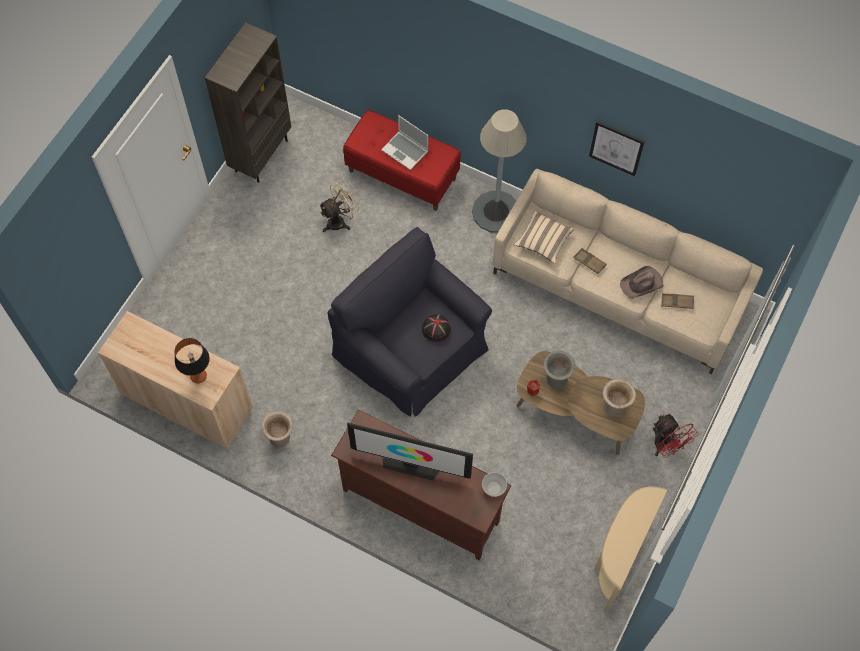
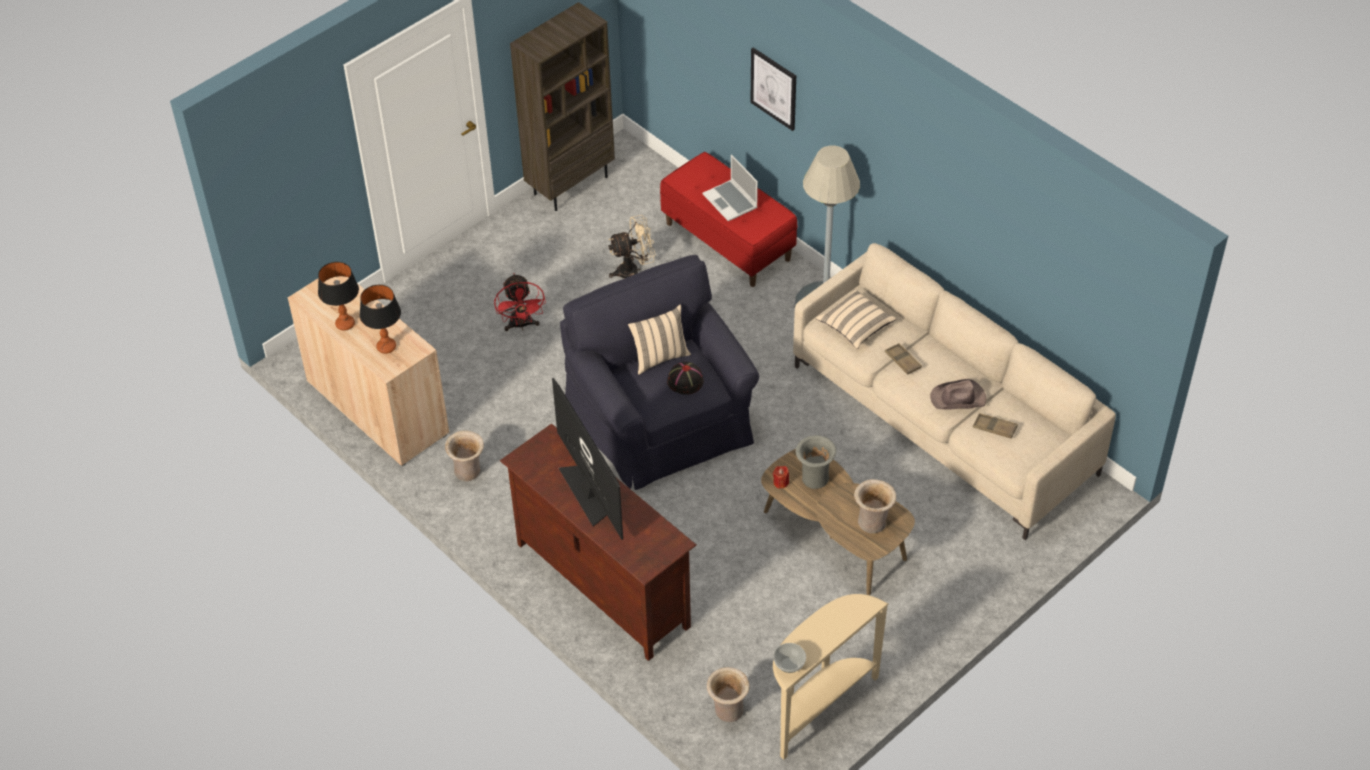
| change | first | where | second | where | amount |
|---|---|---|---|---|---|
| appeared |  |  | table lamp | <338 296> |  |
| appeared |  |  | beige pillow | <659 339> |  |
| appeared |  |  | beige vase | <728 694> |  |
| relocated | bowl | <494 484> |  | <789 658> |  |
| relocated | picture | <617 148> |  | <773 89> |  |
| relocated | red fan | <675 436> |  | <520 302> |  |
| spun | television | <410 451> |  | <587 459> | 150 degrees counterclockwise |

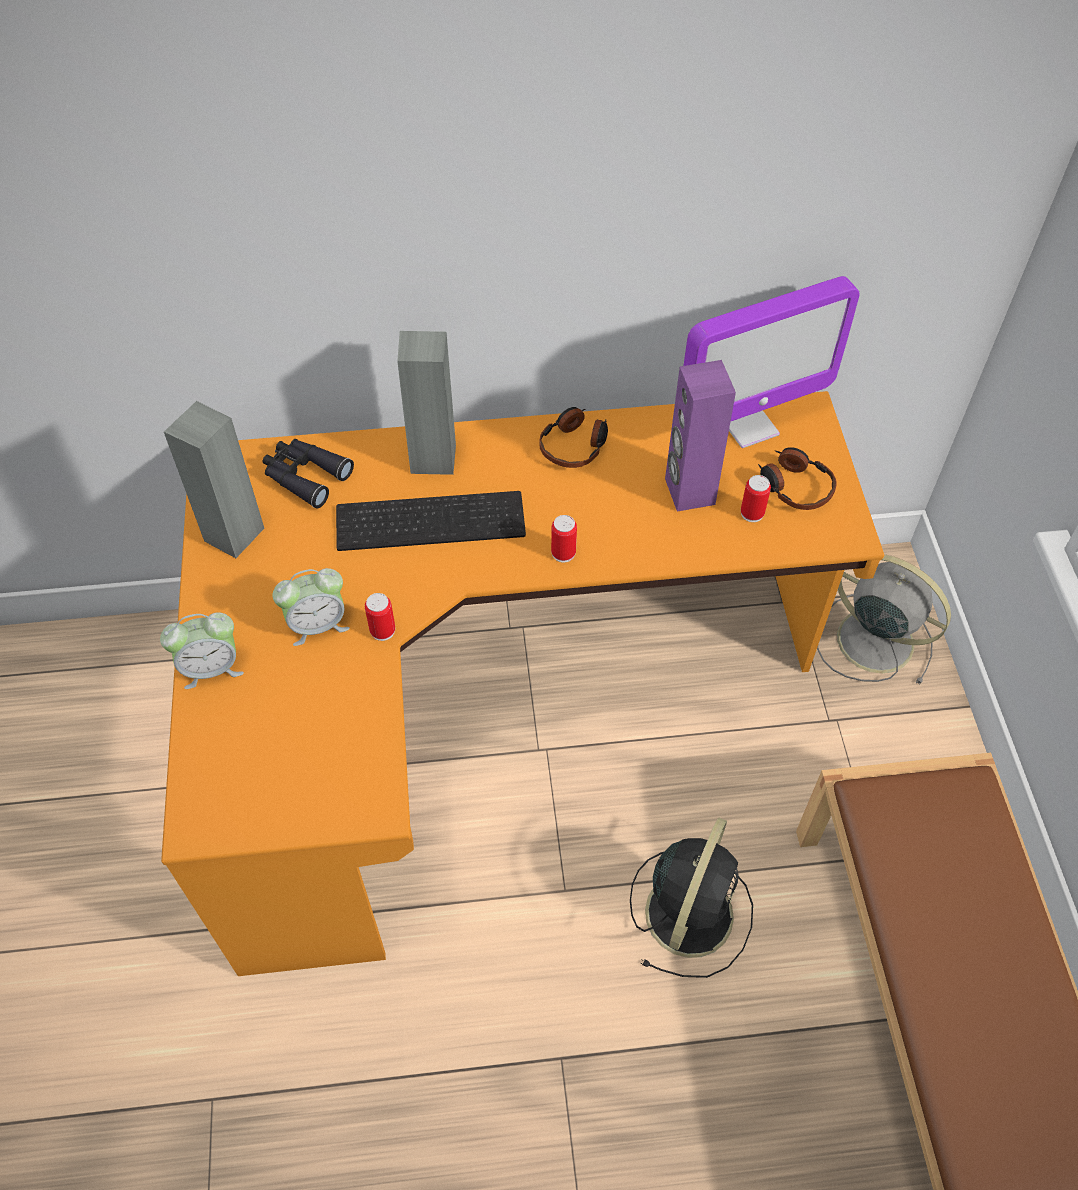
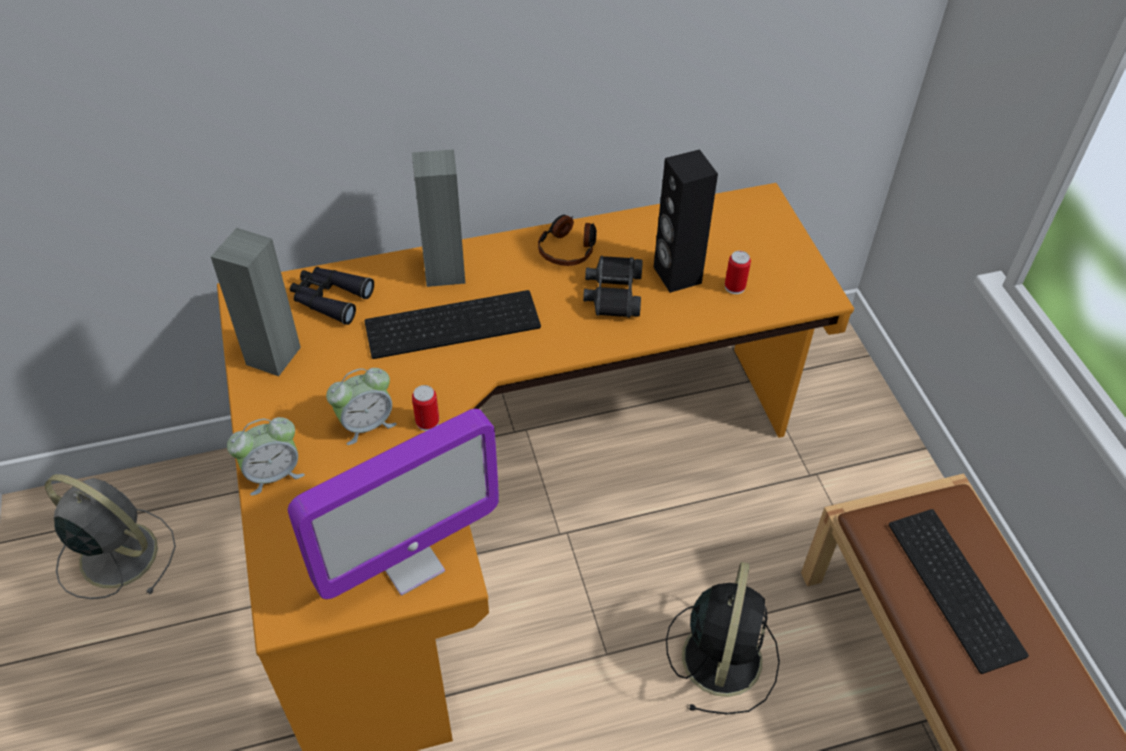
| change | first | where | second | where | amount |
|---|---|---|---|---|---|
| missing | can | <564 538> |  |  |  |
| missing | headphones | <797 478> |  |  |  |
| appeared |  |  | black binoculars | <613 287> |  |
| appeared |  |  | keyboard | <959 591> |  |
| relocated | monitor | <771 362> |  | <393 504> |  |
| relocated | grey fan | <884 619> |  | <110 536> |  |
| colour | purple speaker | <700 436> | black speaker | <686 221> |  |

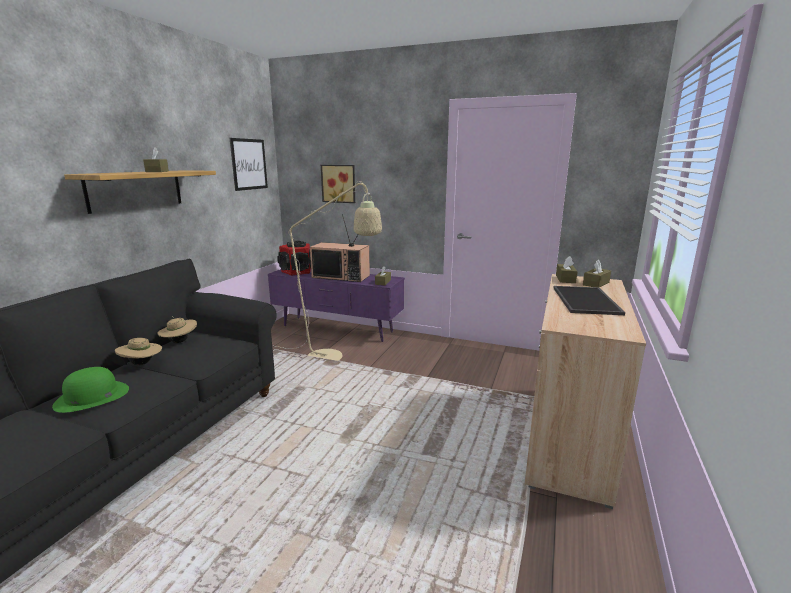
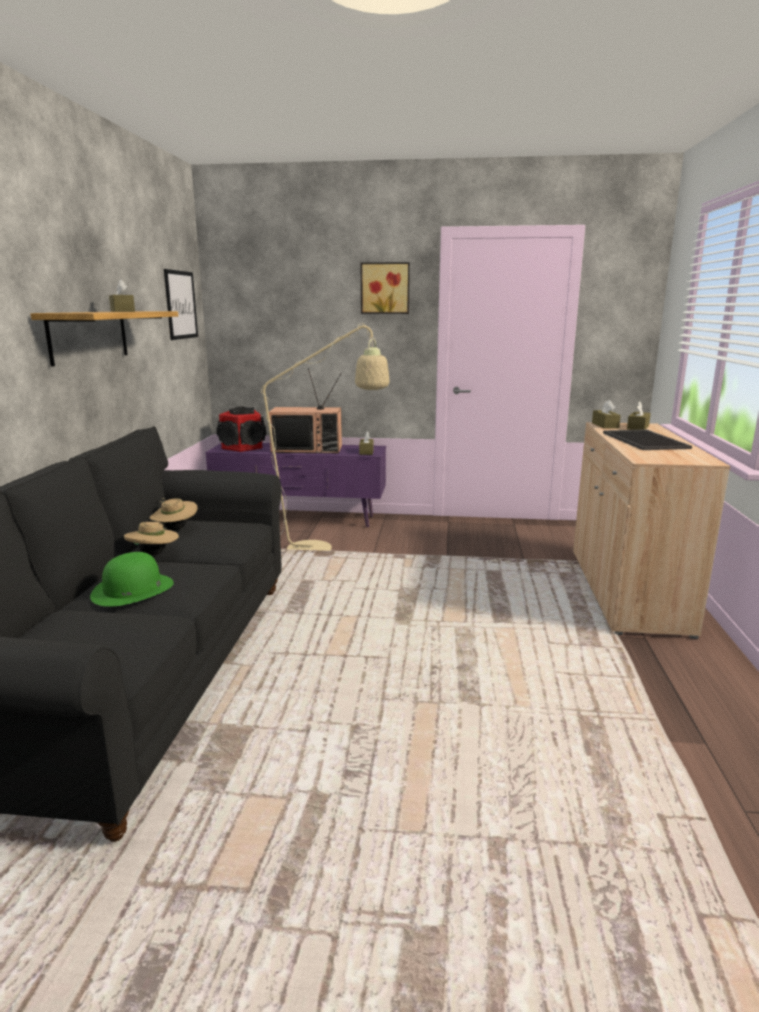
| change | first | where | second | where | amount |
|---|---|---|---|---|---|
| relocated | picture | <338 184> |  | <385 288> |  |

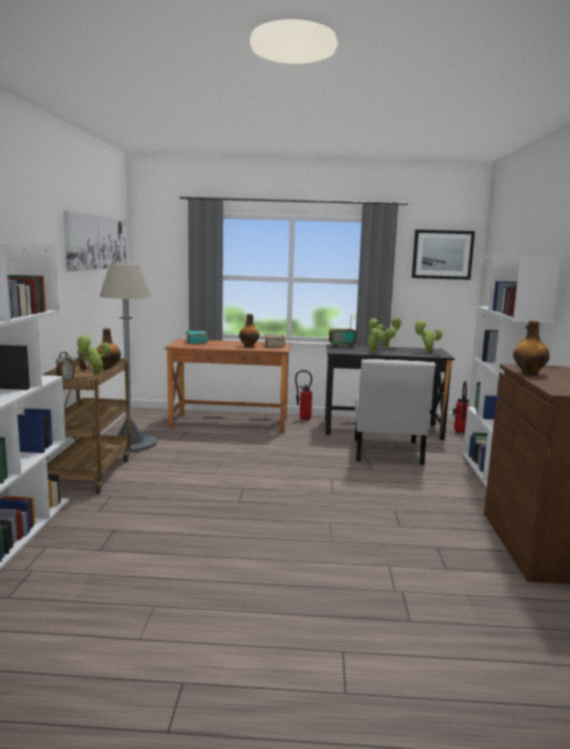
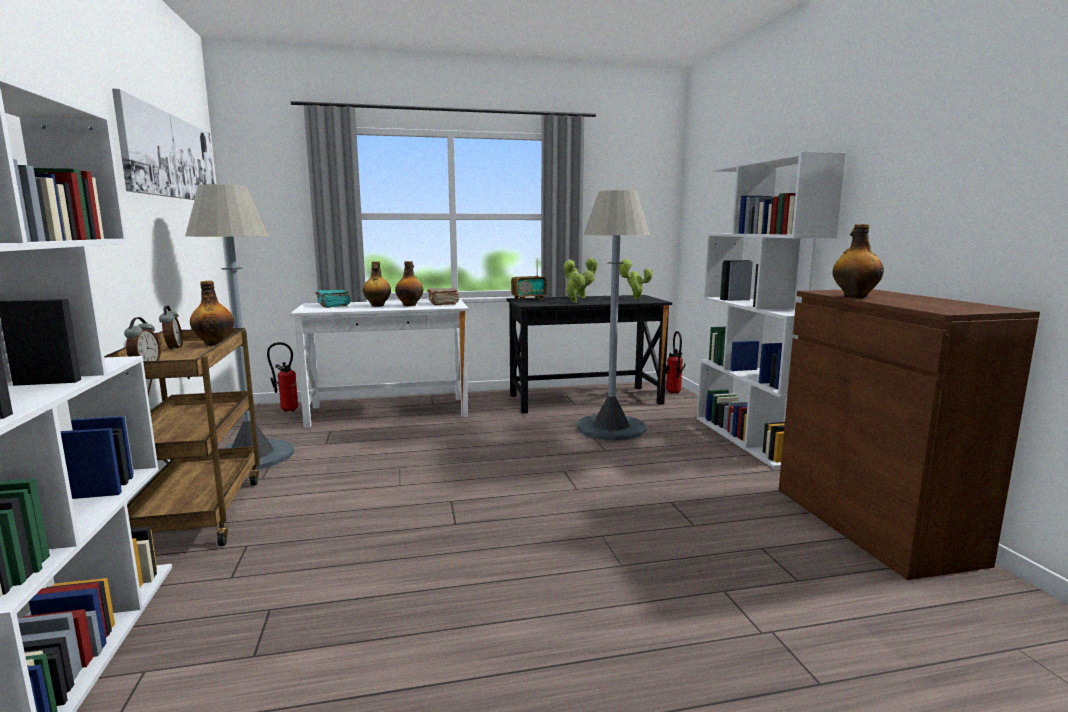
| change | first | where | second | where | amount |
|---|---|---|---|---|---|
| missing | potted plant | <93 355> |  |  |  |
| missing | picture | <443 255> |  |  |  |
| appeared |  |  | bottle | <377 284> |  |
| relocated | fire extinguisher | <303 395> |  | <282 377> |  |
| exchanged | white chair | <395 412> | grey floor lamp | <613 315> |  |
| colour | brown desk | <228 386> | white desk | <379 363> |  |

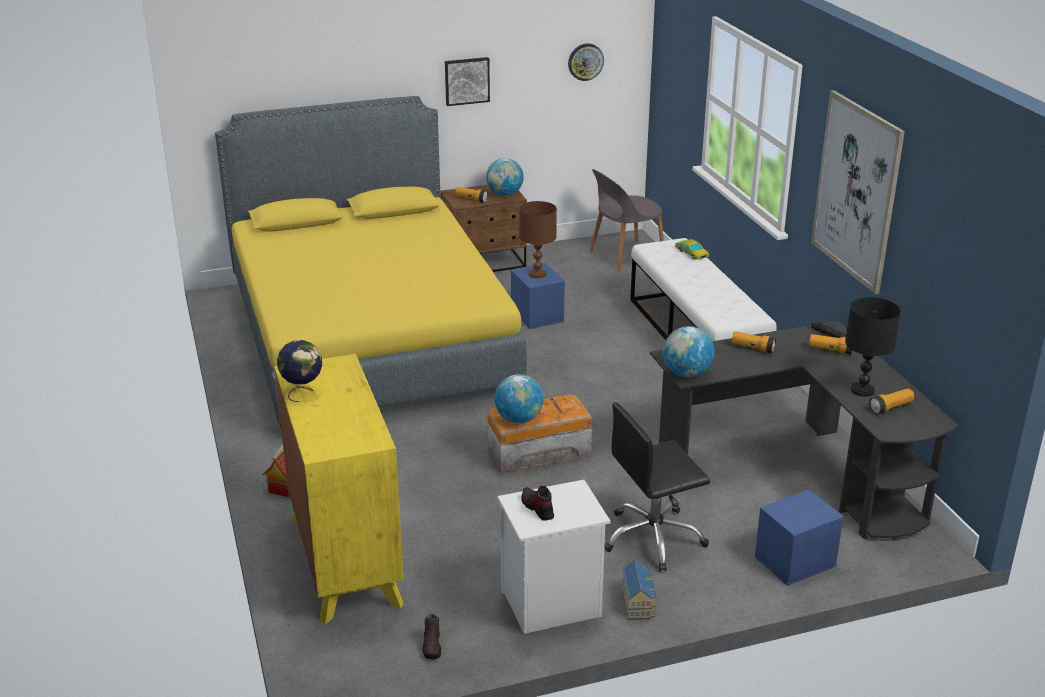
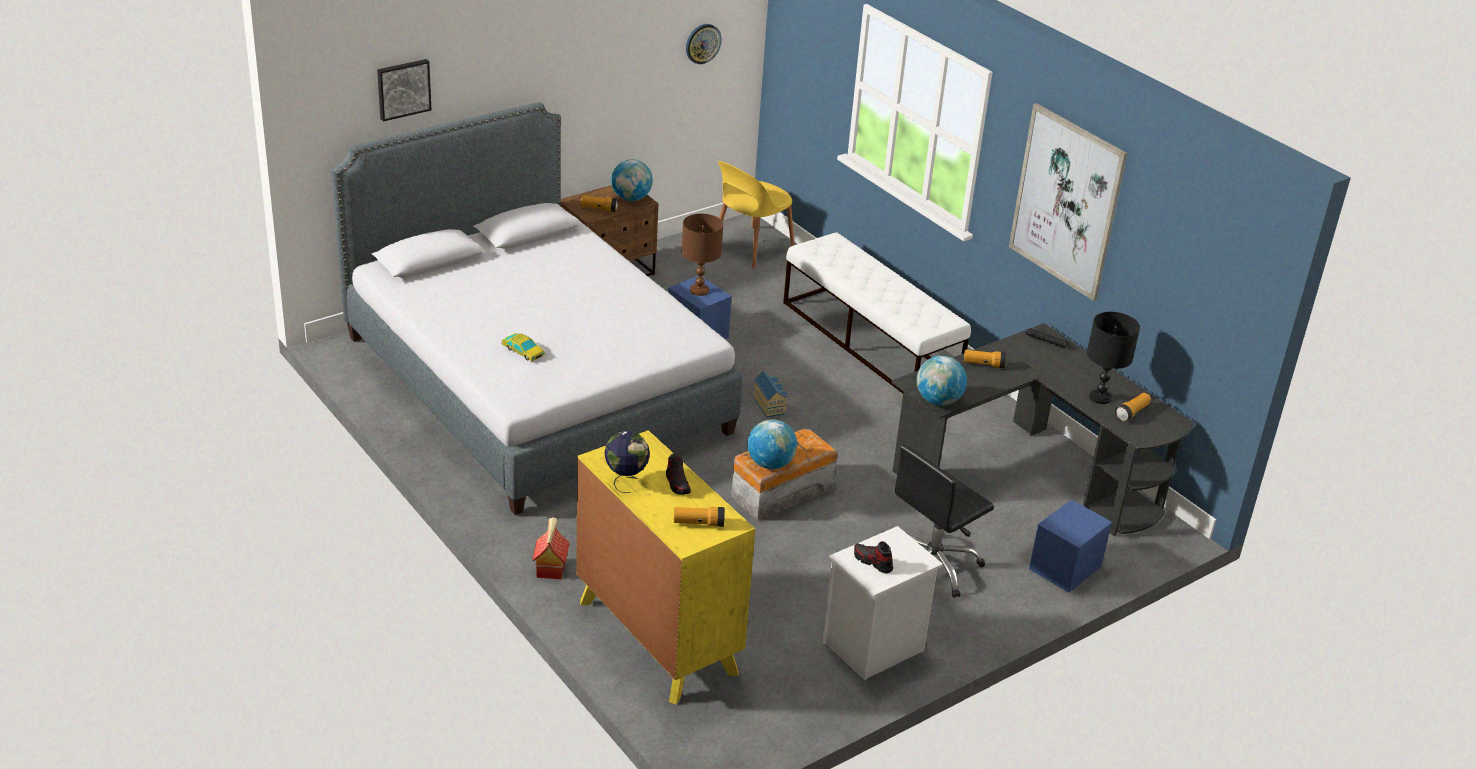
| change | first | where | second | where | amount |
|---|---|---|---|---|---|
| relocated | shoe | <431 636> |  | <678 474> |  |
| relocated | picture | <467 81> |  | <404 90> |  |
| relocated | toy house | <639 589> |  | <770 394> |  |
| relocated | toy car | <692 249> |  | <523 347> |  |
| relocated | flashlight | <830 344> |  | <699 517> |  |
| colour | yellow bed | <371 261> | grey bed | <536 308> |  |
| colour | grey chair | <626 220> | yellow chair | <756 214> |  |

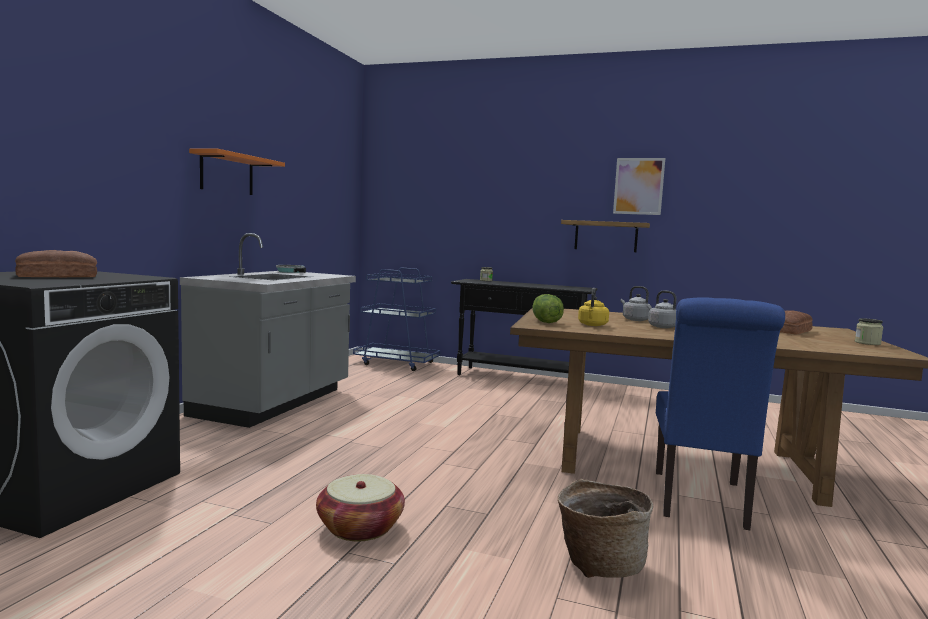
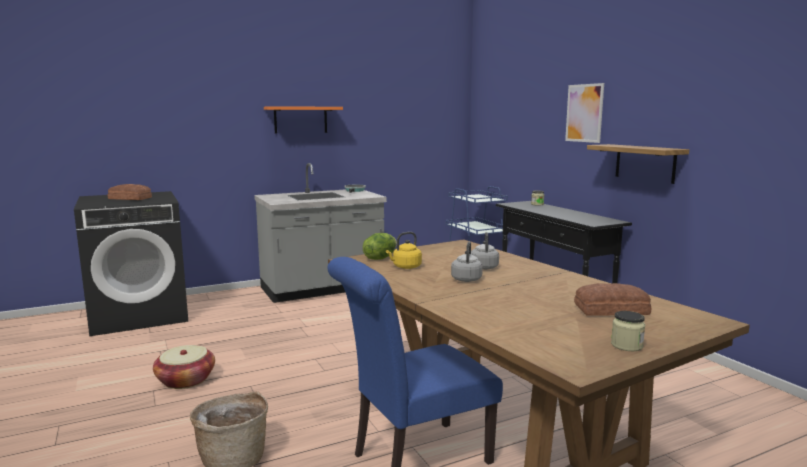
| change | first | where | second | where | amount |
|---|---|---|---|---|---|
| relocated | picture | <639 186> |  | <584 113> |  |

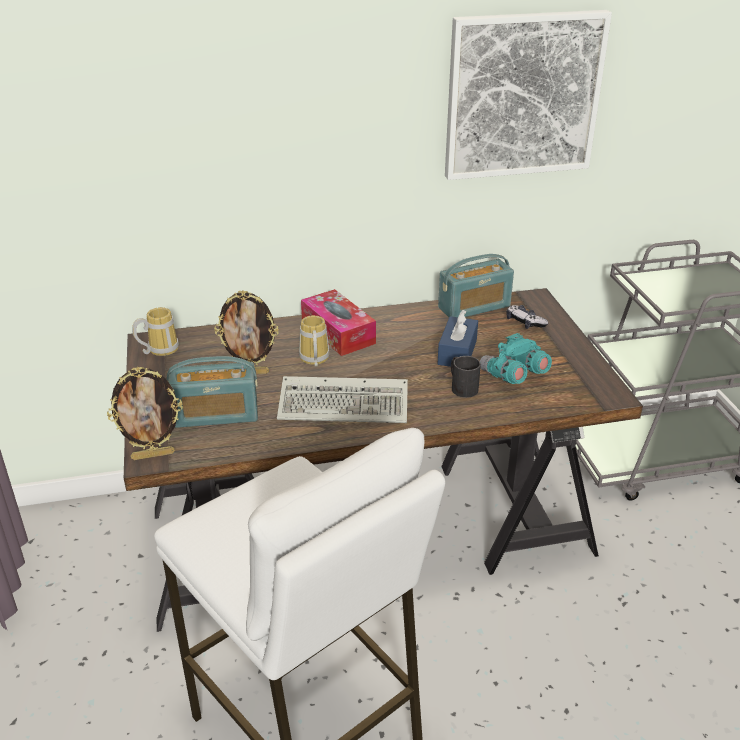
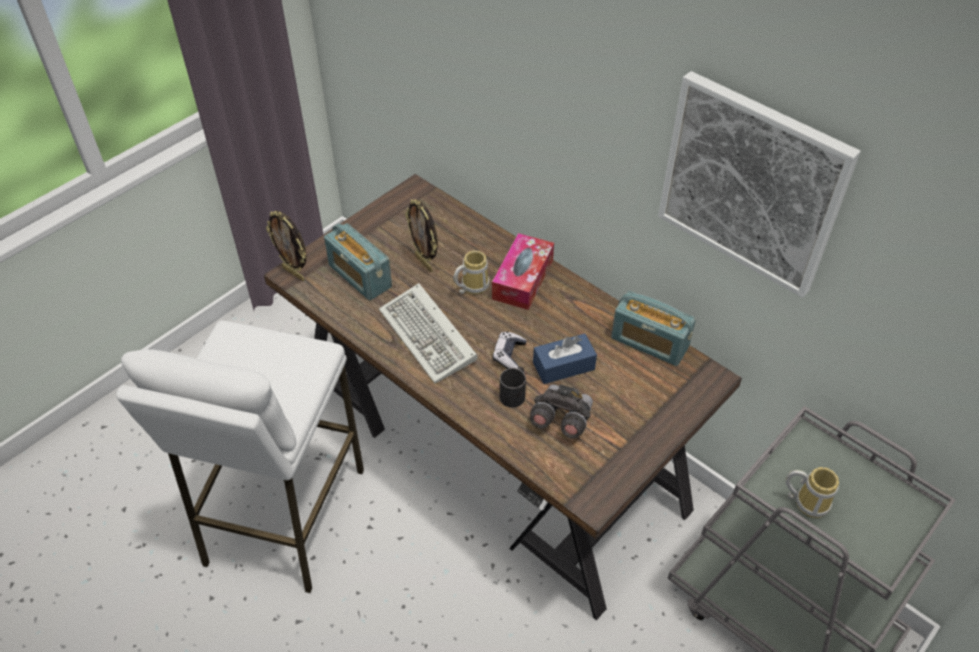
| change | first | where | second | where | amount |
|---|---|---|---|---|---|
| relocated | mug | <155 331> |  | <812 492> |  |
| relocated | game controller | <527 317> |  | <510 350> |  |
| colour | turquoise binoculars | <516 358> | grey binoculars | <561 411> |  |

